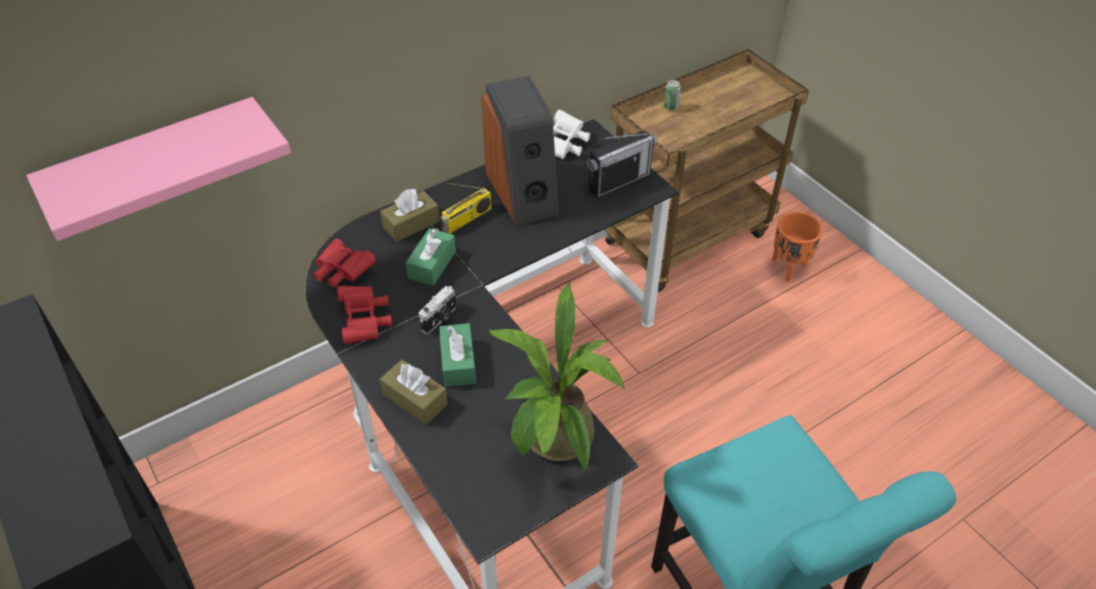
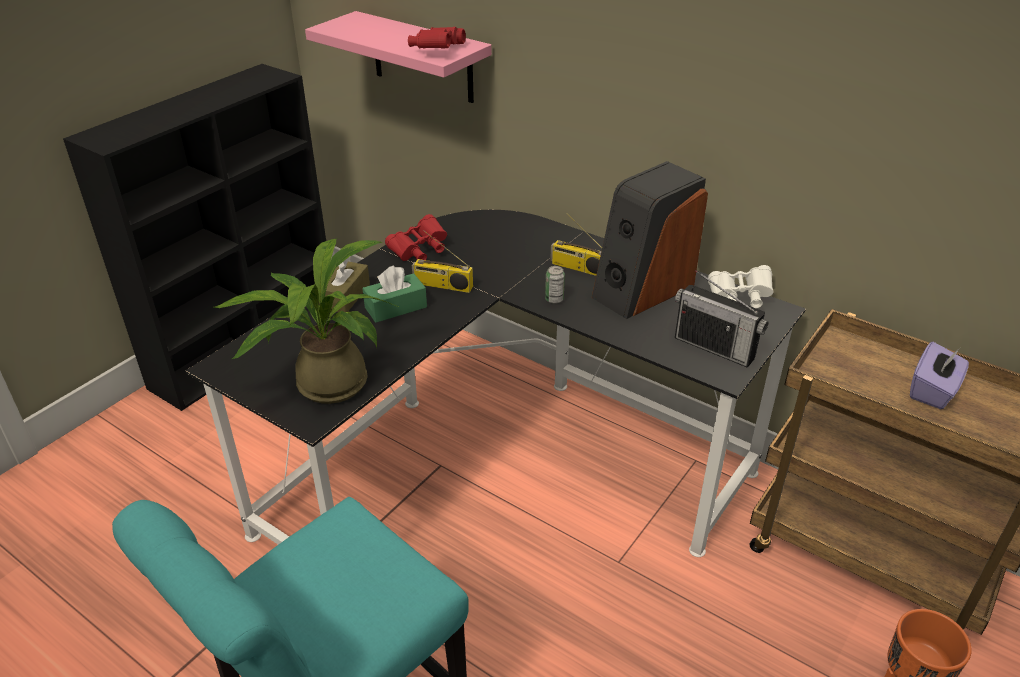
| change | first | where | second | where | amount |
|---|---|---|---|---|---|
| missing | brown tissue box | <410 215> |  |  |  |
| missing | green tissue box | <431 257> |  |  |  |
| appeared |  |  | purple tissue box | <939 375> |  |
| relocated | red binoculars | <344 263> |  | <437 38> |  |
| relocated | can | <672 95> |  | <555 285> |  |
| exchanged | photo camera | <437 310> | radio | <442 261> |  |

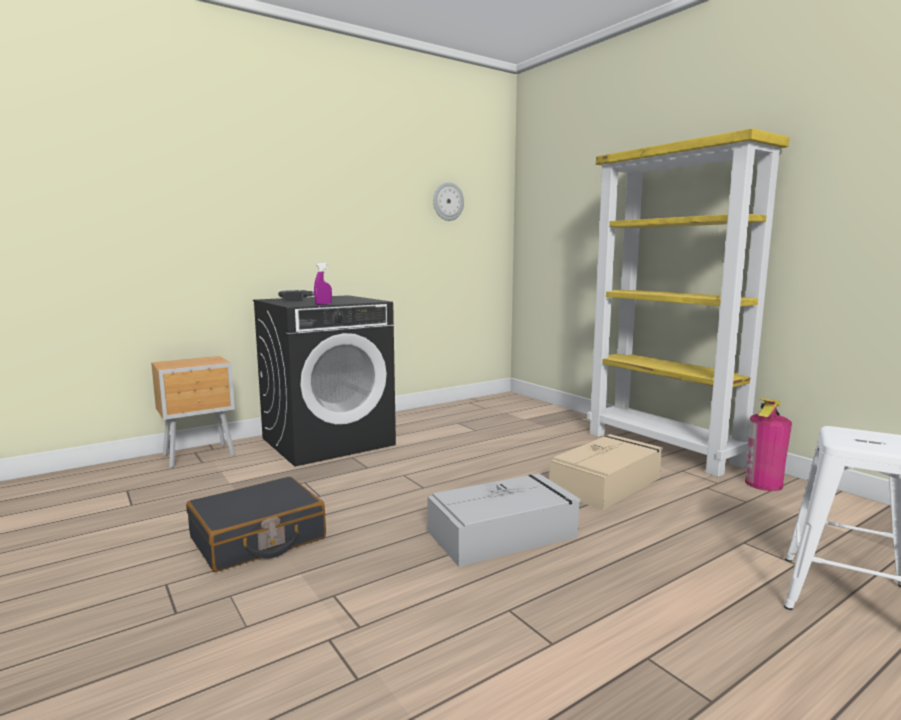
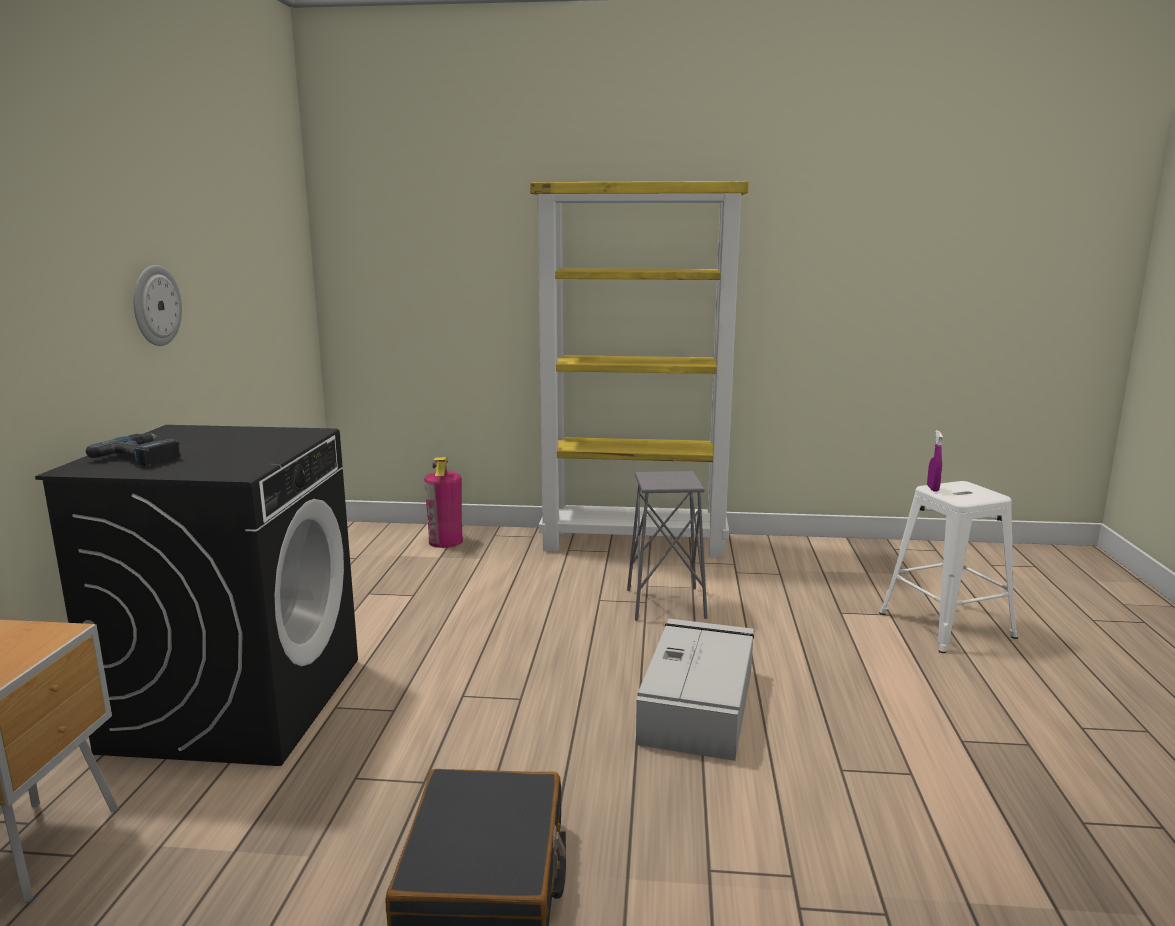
| change | first | where | second | where | amount |
|---|---|---|---|---|---|
| relocated | purple spray bottle | <323 284> |  | <935 460> |  |
| relocated | wall clock | <448 201> |  | <158 305> |  |
| relocated | fire extinguisher | <768 444> |  | <443 502> |  |
| exchanged | beige storage box | <606 472> | grey stool | <667 546> |  |

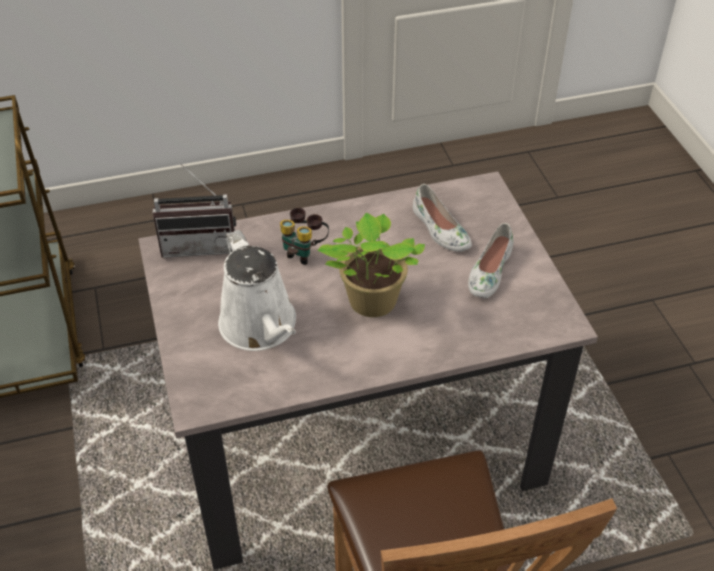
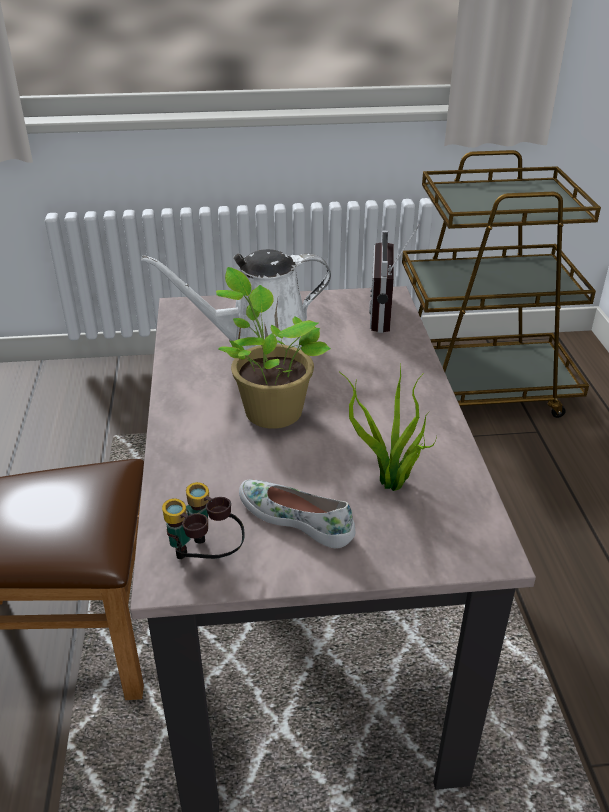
| change | first | where | second | where | amount |
|---|---|---|---|---|---|
| relocated | binoculars | <304 236> |  | <203 520> |  |
| exchanged | white shoe | <442 218> | potted plant | <388 427> |  |

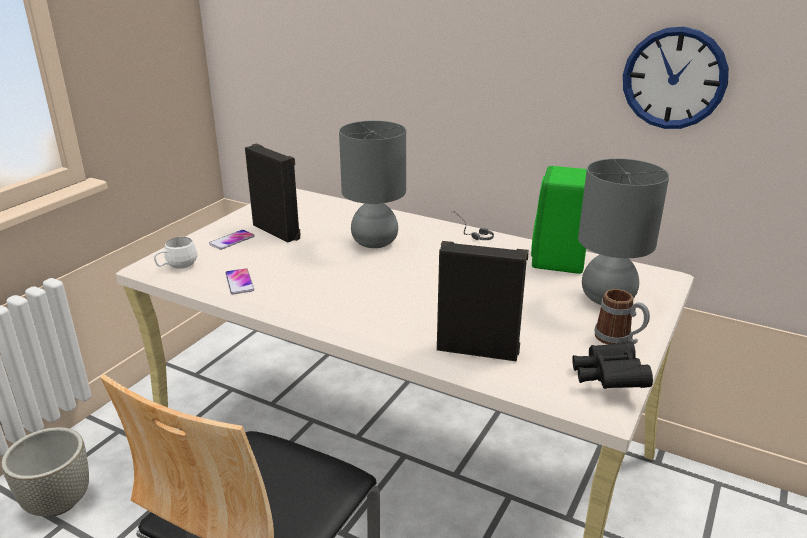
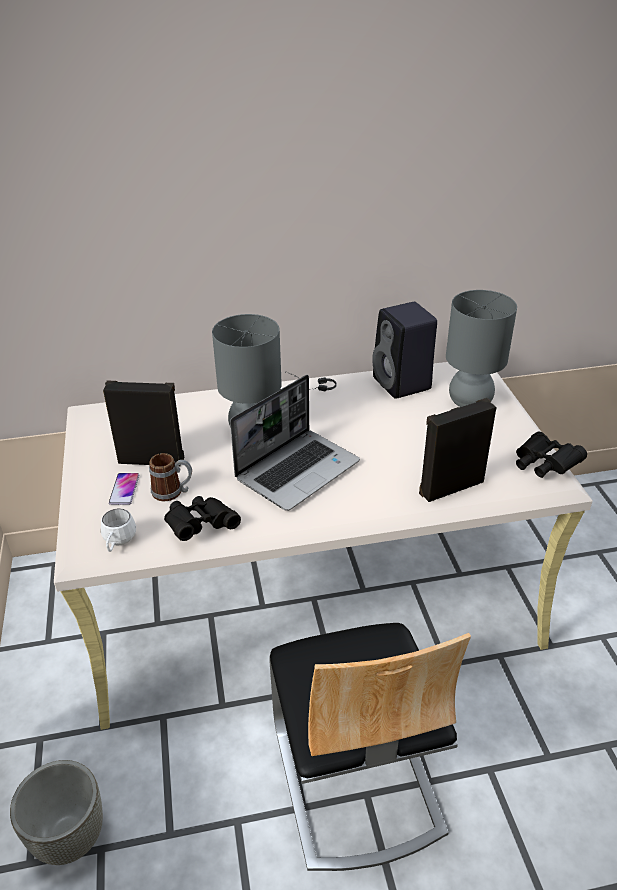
| change | first | where | second | where | amount |
|---|---|---|---|---|---|
| missing | wall clock | <676 77> |  |  |  |
| appeared |  |  | laptop | <295 443> |  |
| relocated | mug | <622 317> |  | <170 477> |  |
| exchanged | phone | <239 281> | black binoculars | <202 518> |  |
| colour | green speaker | <559 220> | black speaker | <404 350> |  |

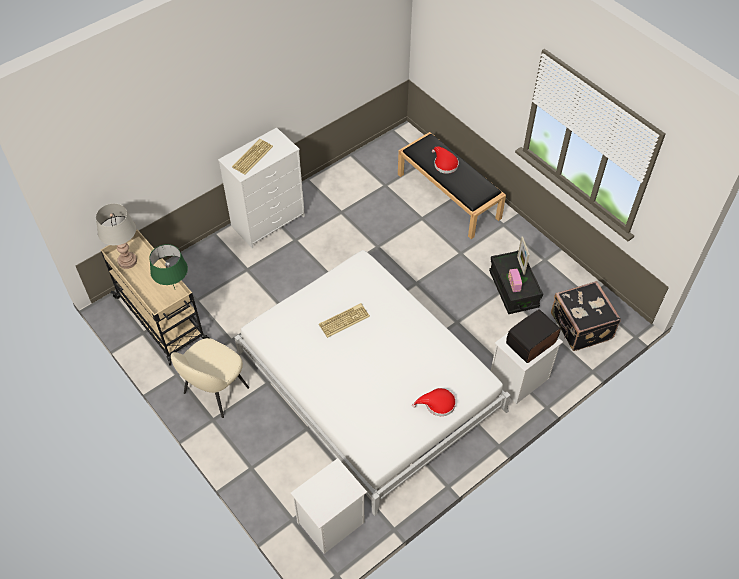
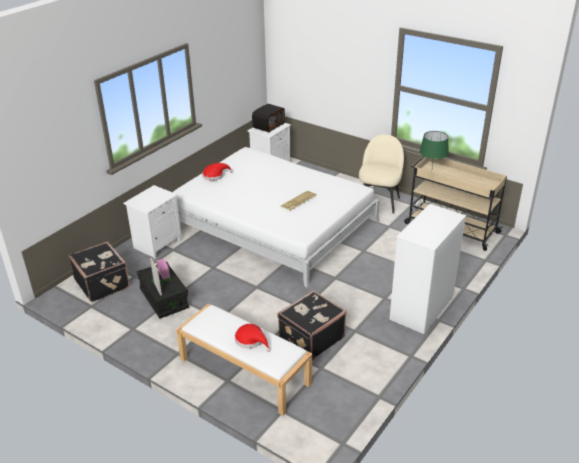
| change | first | where | second | where | amount |
|---|---|---|---|---|---|
| missing | grey table lamp | <116 236> |  |  |  |
| missing | keyboard | <252 157> |  |  |  |
| appeared |  |  | black suitcase | <312 325> |  |
| relocated | radio | <533 336> |  | <268 118> |  |
| colour | black bench | <452 185> | white bench | <244 359> |  |

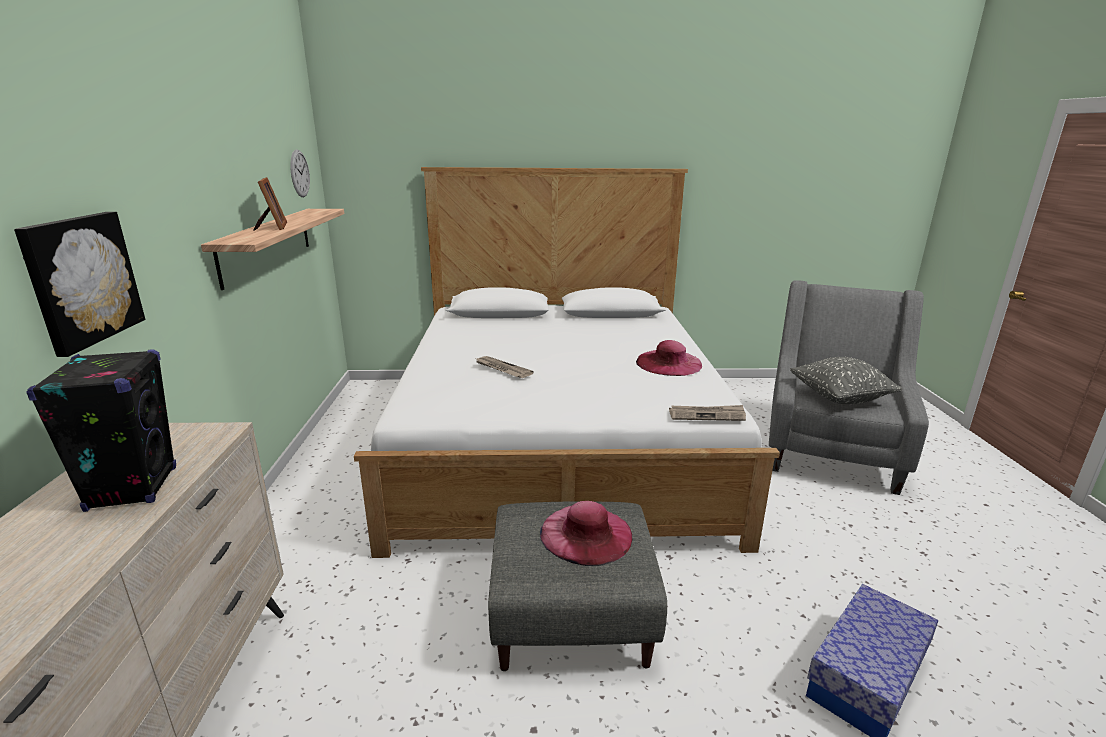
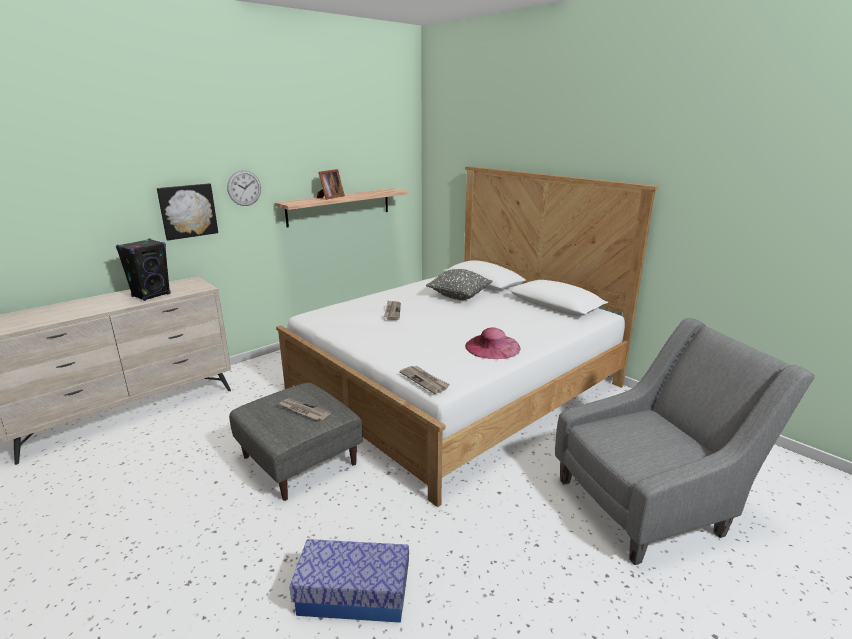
| change | first | where | second | where | amount |
|---|---|---|---|---|---|
| relocated | wall clock | <300 173> |  | <244 188> |  |
| relocated | grey pillow | <846 380> |  | <459 284> |  |
| exchanged | pink hat | <586 533> | newspaper | <305 409> |  |

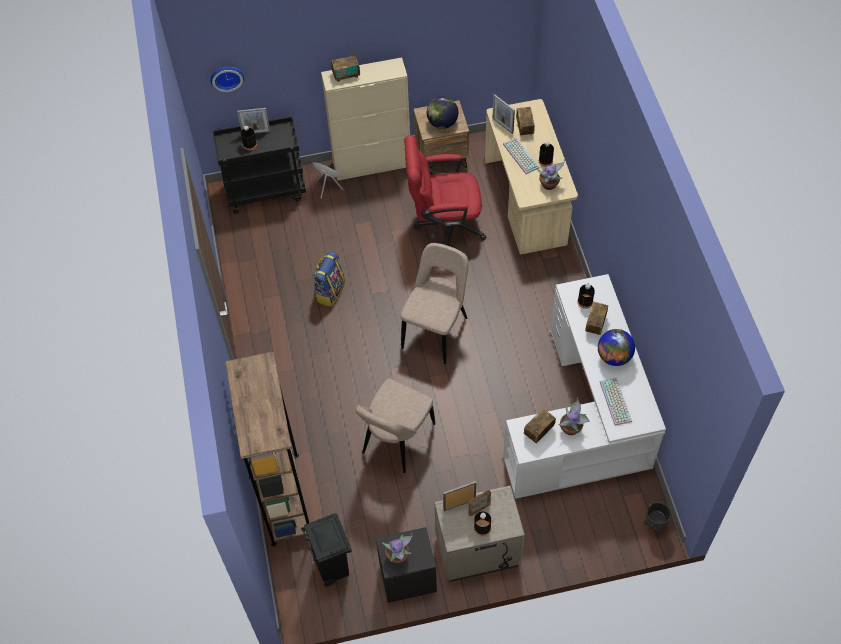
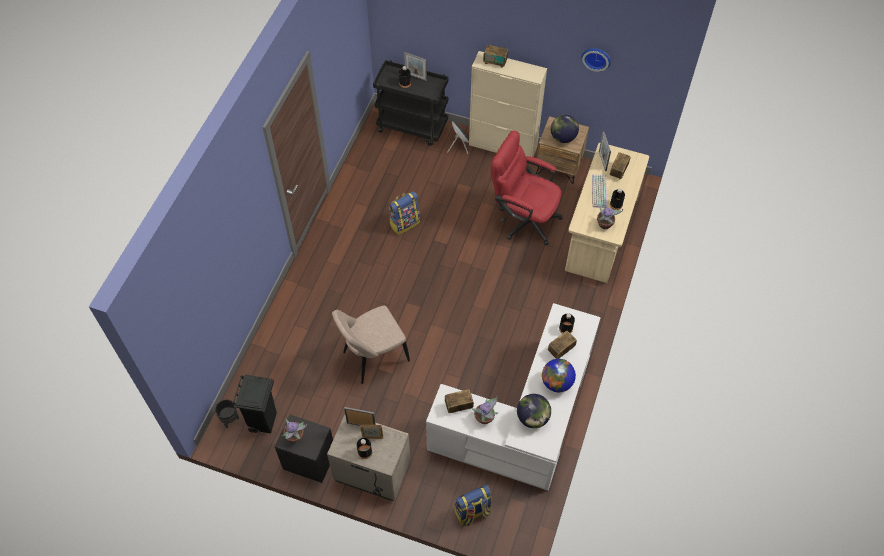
| change | first | where | second | where | amount |
|---|---|---|---|---|---|
| missing | brown bookcase | <267 448> |  |  |  |
| missing | beige chair | <435 303> |  |  |  |
| appeared |  |  | backpack | <473 505> |  |
| relocated | wall clock | <227 79> |  | <596 60> |  |
| relocated | black planter | <657 519> |  | <227 413> |  |
| exchanged | keyboard | <616 401> | globe | <534 411> |  |

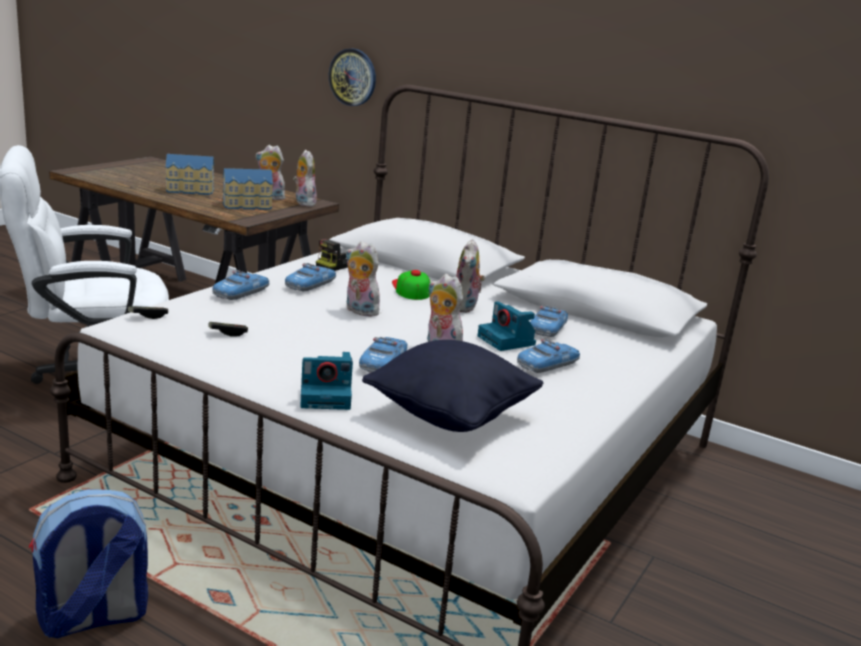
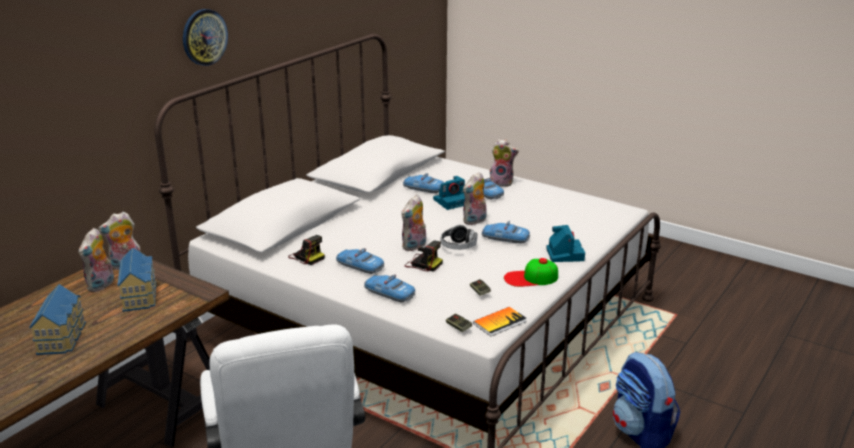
| change | first | where | second | where | amount |
|---|---|---|---|---|---|
| missing | black pillow | <452 386> |  |  |  |
| appeared |  |  | photo camera | <424 256> |  |
| appeared |  |  | headphones | <459 237> |  |
| appeared |  |  | book | <500 321> |  |
| relocated | wall clock | <352 77> |  | <205 37> |  |
| relocated | cap | <411 285> |  | <531 272> |  |
| relocated | plush toy | <470 276> |  | <504 163> |  |

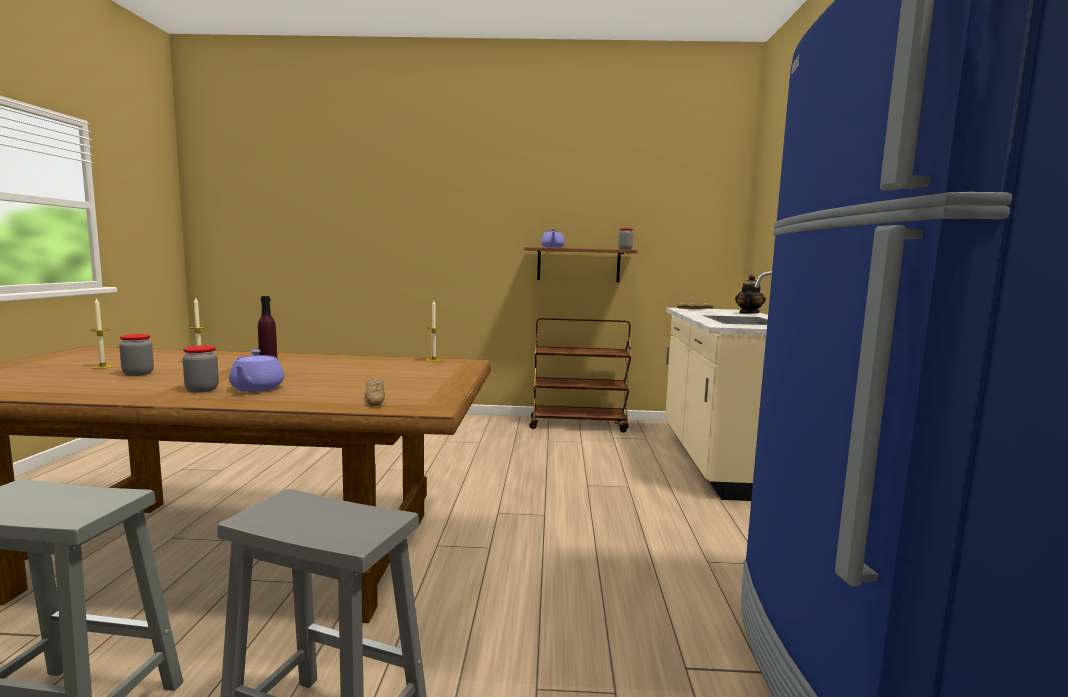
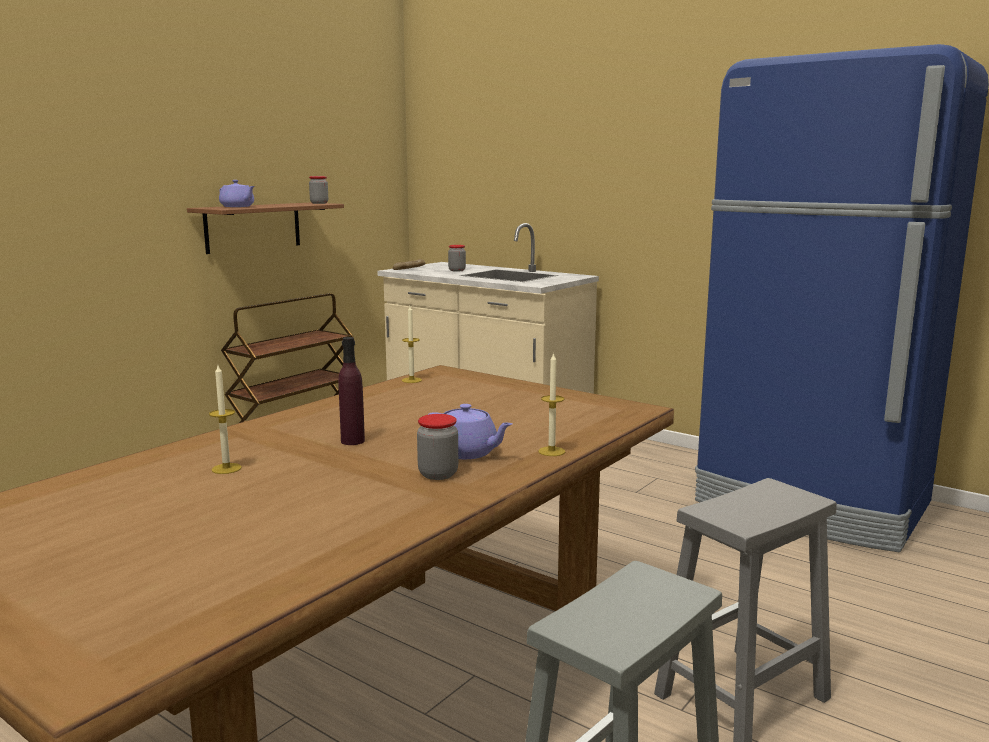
| change | first | where | second | where | amount |
|---|---|---|---|---|---|
| missing | bread | <375 392> |  |  |  |
| missing | teapot | <750 294> |  |  |  |
| relocated | candle | <102 333> |  | <551 404> |  |
| relocated | jar | <136 355> |  | <457 258> |  |

